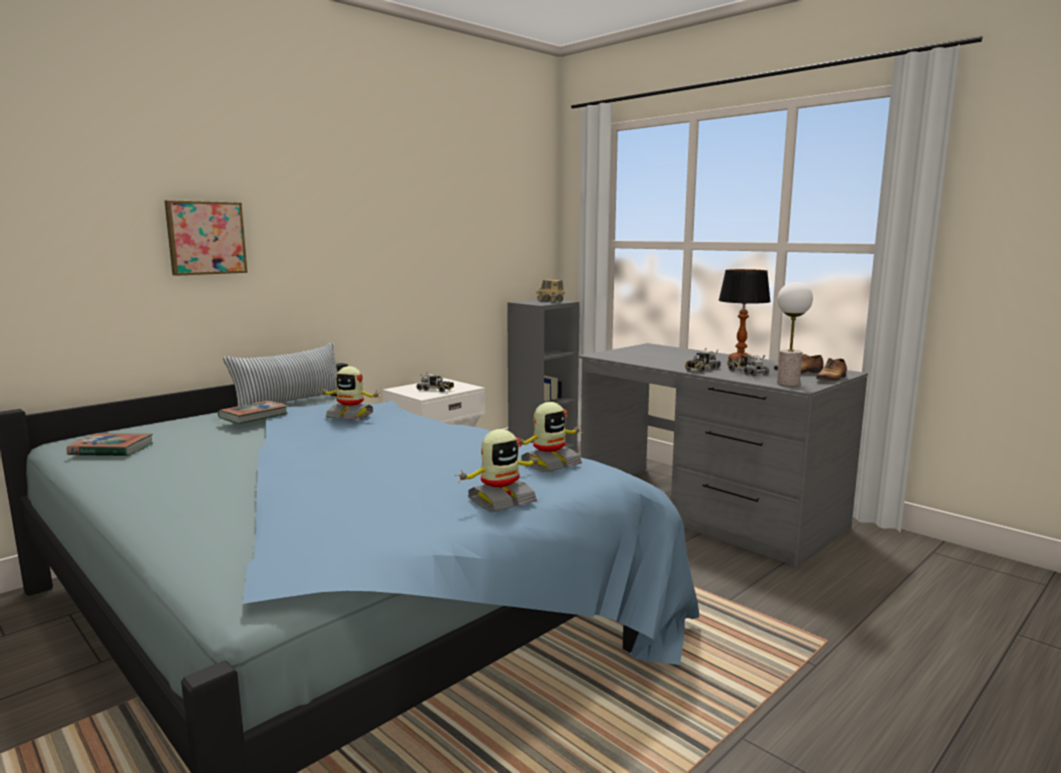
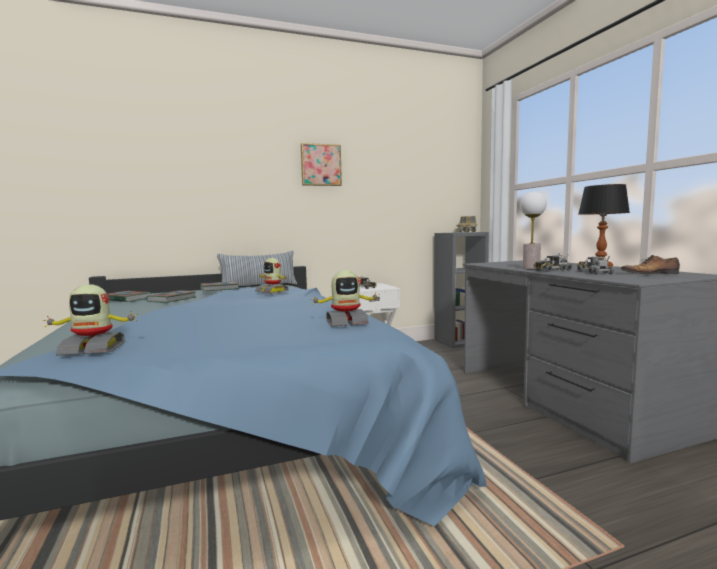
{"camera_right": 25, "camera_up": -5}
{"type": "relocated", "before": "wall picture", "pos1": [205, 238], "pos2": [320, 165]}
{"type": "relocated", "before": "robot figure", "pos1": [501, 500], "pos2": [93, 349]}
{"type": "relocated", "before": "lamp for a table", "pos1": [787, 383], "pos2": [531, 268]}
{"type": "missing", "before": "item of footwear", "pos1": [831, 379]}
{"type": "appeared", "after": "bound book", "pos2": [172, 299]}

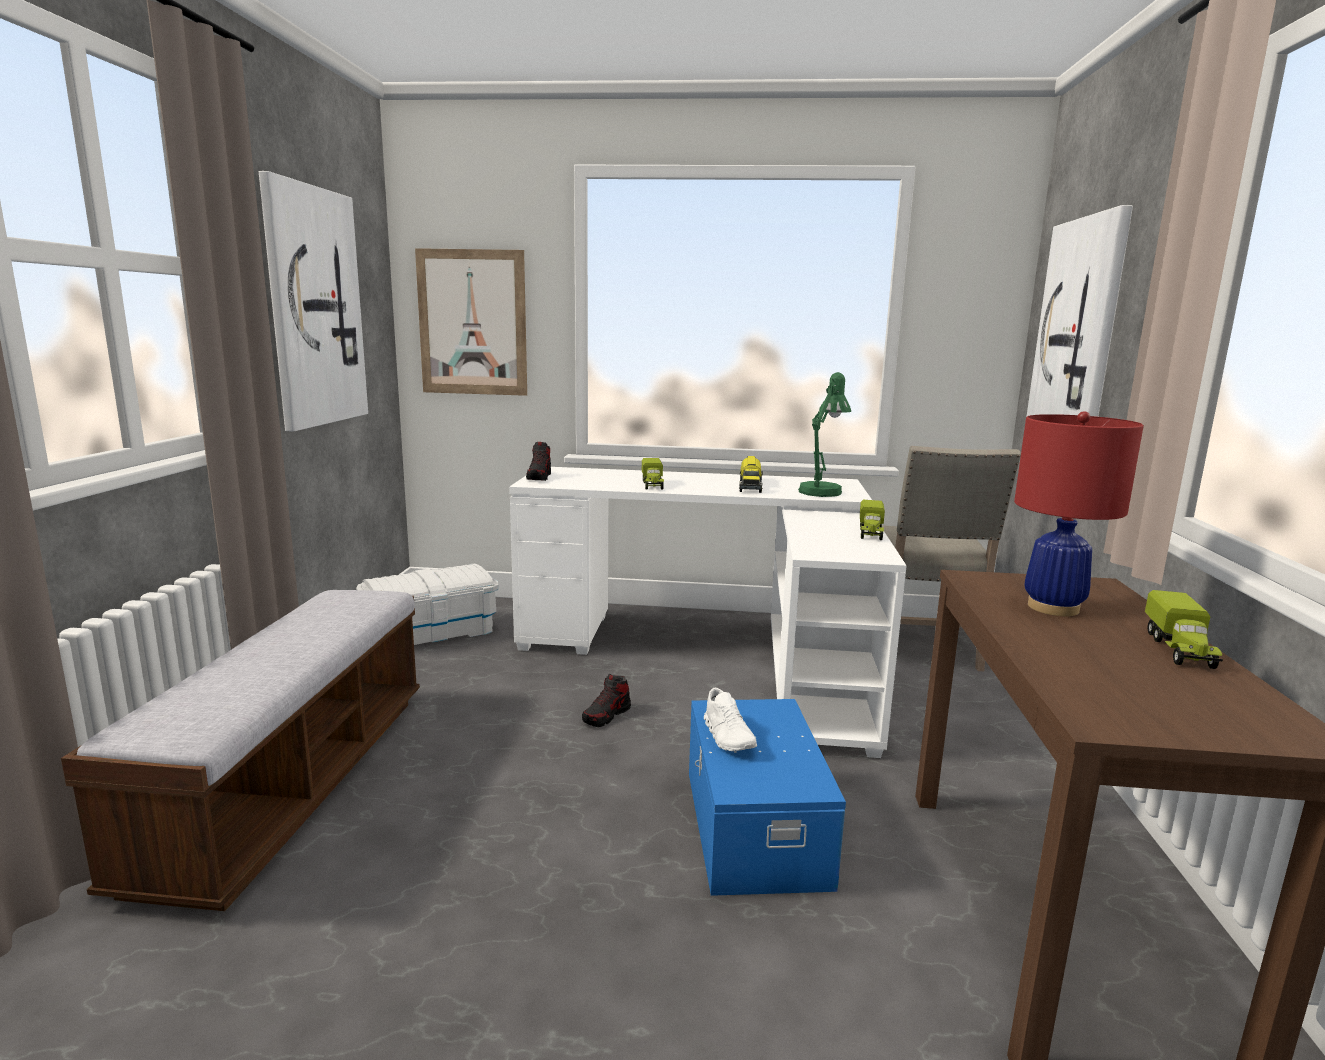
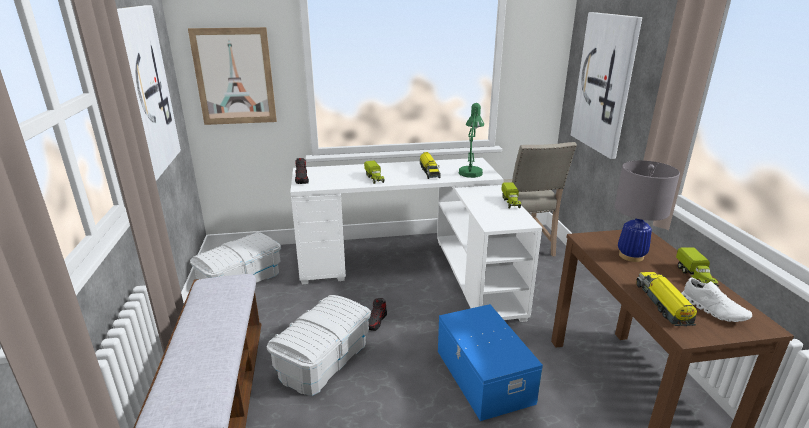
{"camera_right": -15, "camera_up": 10}
{"type": "relocated", "before": "white-coloured item of footwear", "pos1": [728, 737], "pos2": [713, 310]}
{"type": "colour", "before": "red lamp for a table", "after": "greyish lamp for a table", "pos1": [1052, 607], "pos2": [631, 256]}
{"type": "appeared", "after": "white-coloured storage bin", "pos2": [323, 360]}
{"type": "appeared", "after": "toy truck", "pos2": [663, 304]}

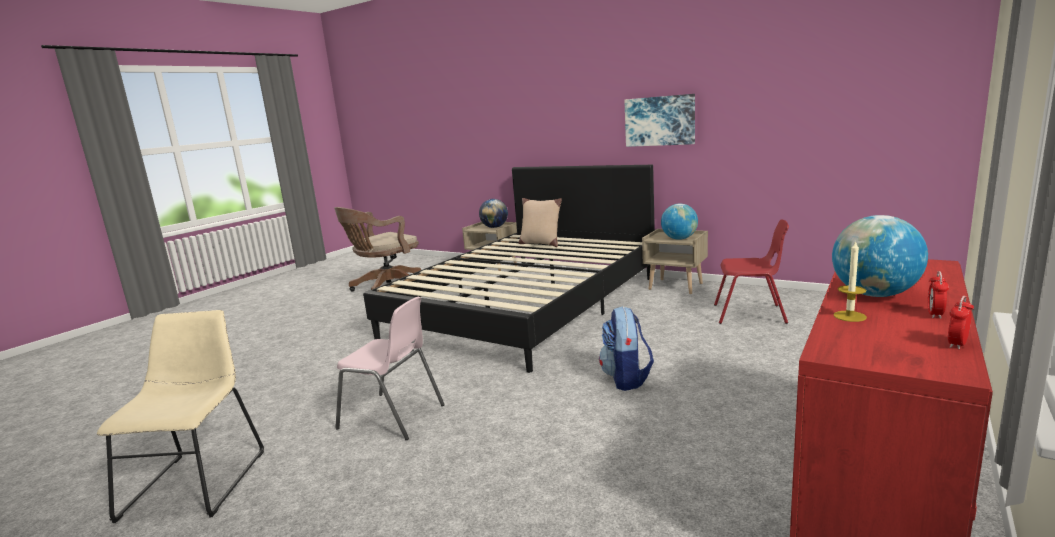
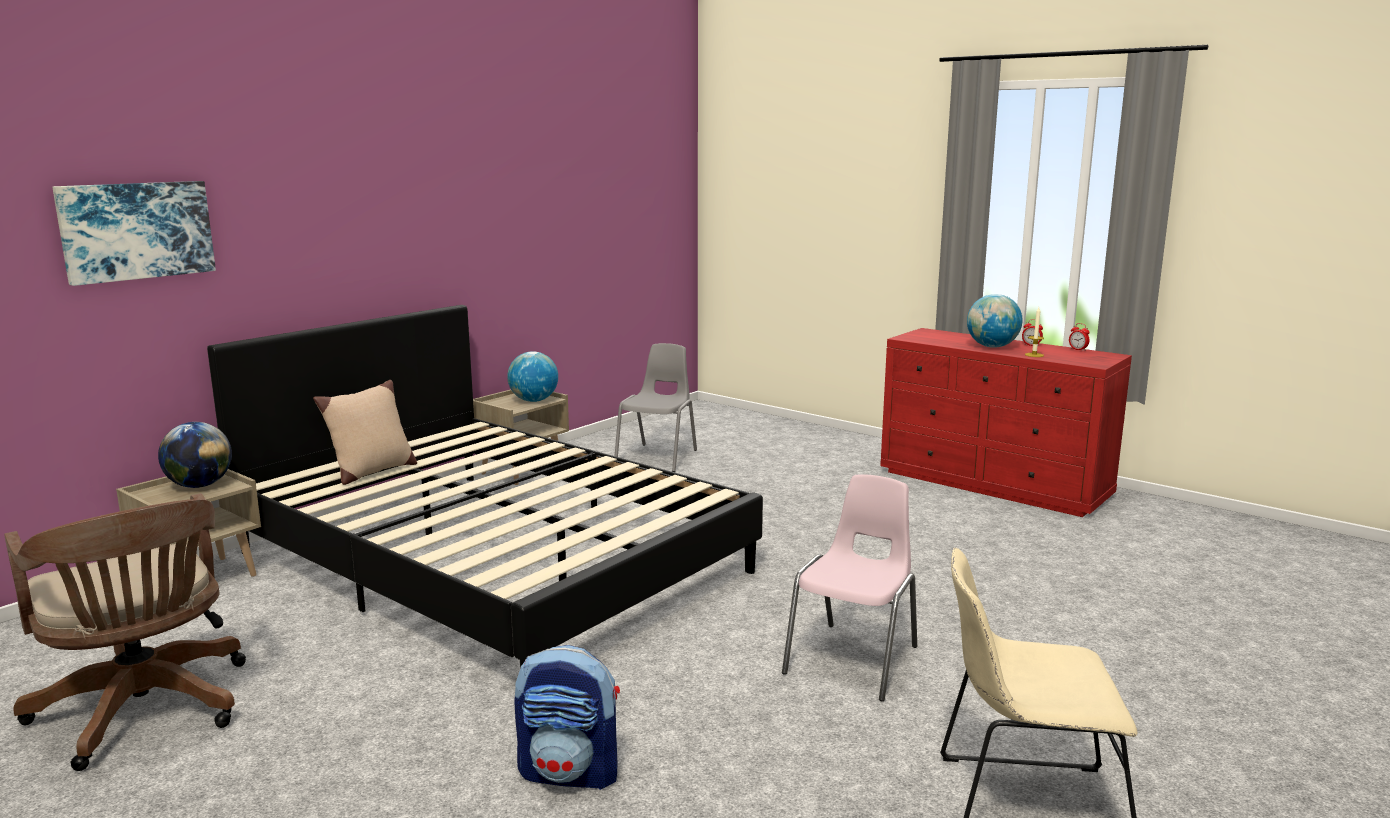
{"camera_right": -85, "camera_up": 0}
{"type": "relocated", "before": "knapsack", "pos1": [626, 379], "pos2": [571, 773]}
{"type": "relocated", "before": "wall picture", "pos1": [660, 121], "pos2": [136, 230]}
{"type": "colour", "before": "red chair", "after": "greyish chair", "pos1": [750, 314], "pos2": [658, 457]}

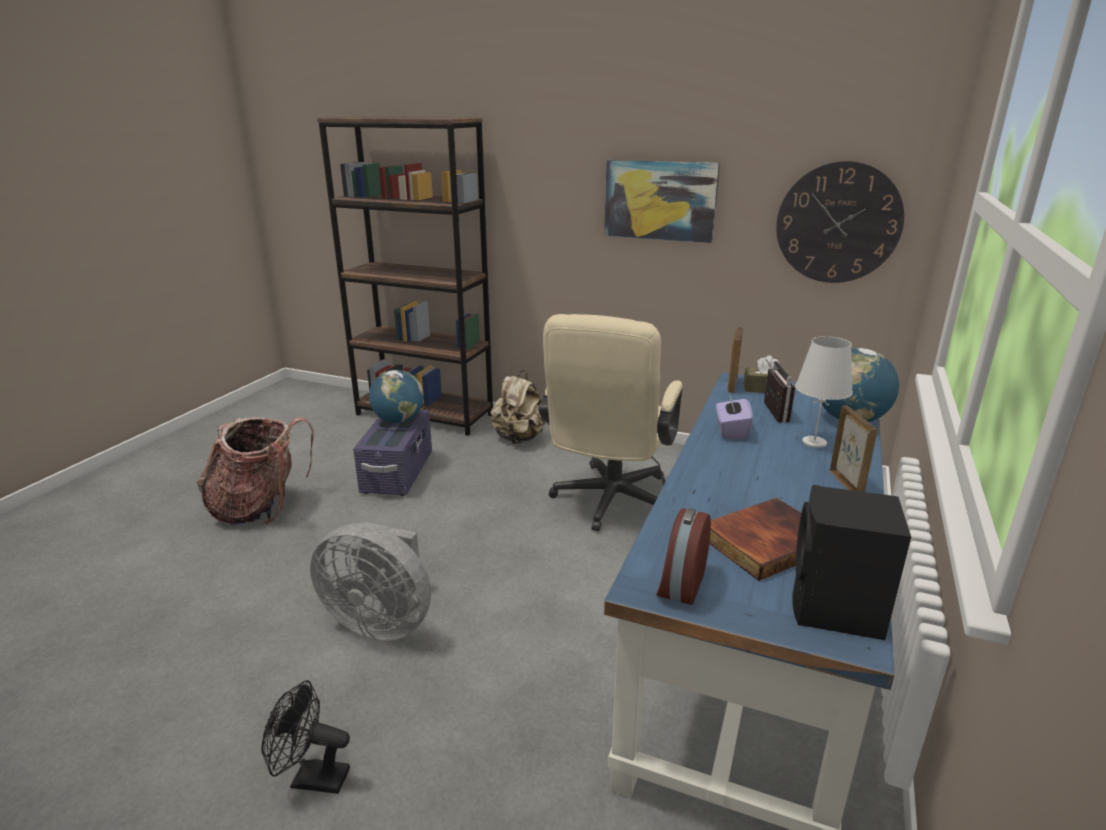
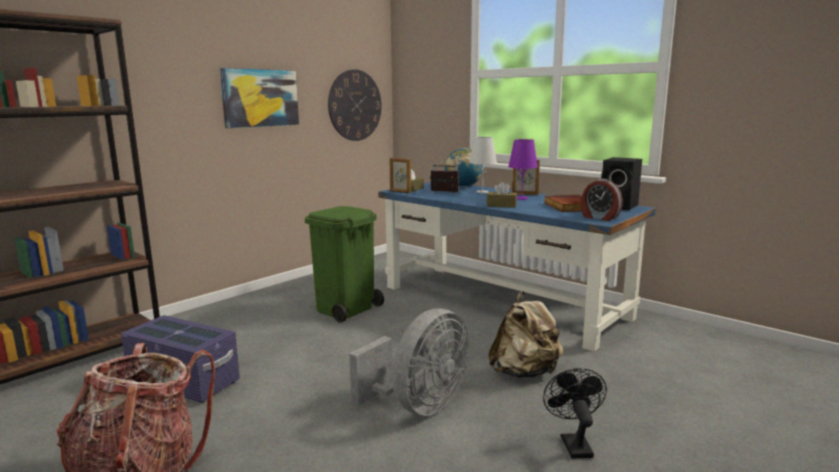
{"camera_right": -70, "camera_up": -10}
{"type": "spun", "before": "black-coloured cooling fan", "pos1": [311, 778], "pos2": [573, 443], "turn": 150}
{"type": "missing", "before": "world globe", "pos1": [398, 420]}
{"type": "relocated", "before": "beige knapsack", "pos1": [518, 438], "pos2": [525, 373]}
{"type": "exchanged", "before": "beige computer chair", "after": "green-coloured trash can", "pos1": [609, 503], "pos2": [345, 309]}
{"type": "missing", "before": "purple box of tissues", "pos1": [731, 431]}
{"type": "appeared", "after": "brown box of tissues", "pos2": [501, 205]}
{"type": "appeared", "after": "purple lamp for a table", "pos2": [521, 198]}

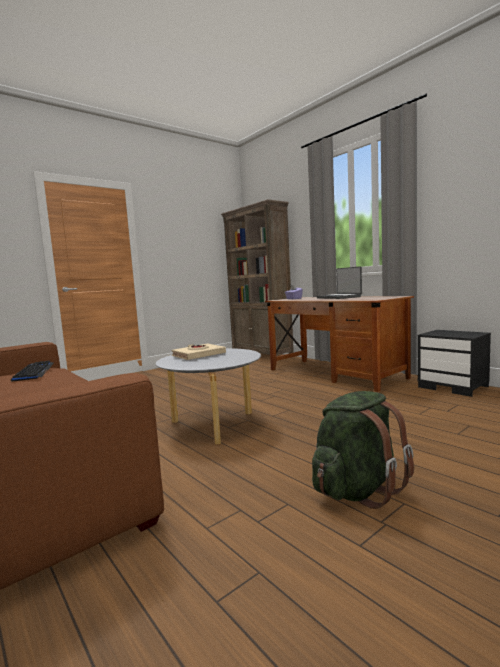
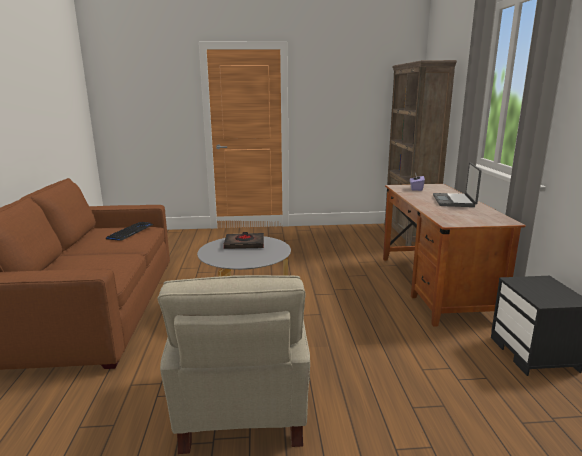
{"camera_right": 35, "camera_up": 10}
{"type": "colour", "before": "beige bound book", "after": "black-coloured bound book", "pos1": [198, 355], "pos2": [244, 244]}
{"type": "exchanged", "before": "green-coloured knapsack", "after": "beige lounge chair", "pos1": [357, 489], "pos2": [241, 409]}

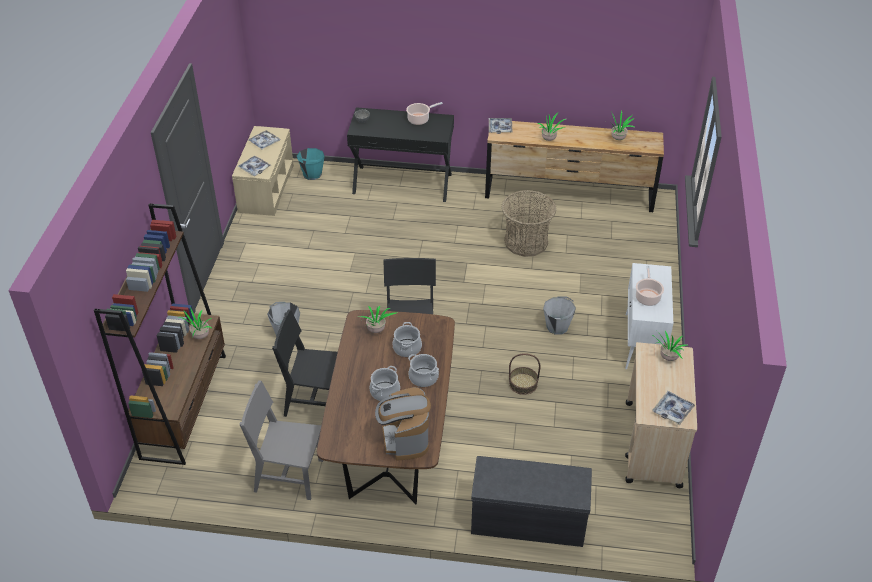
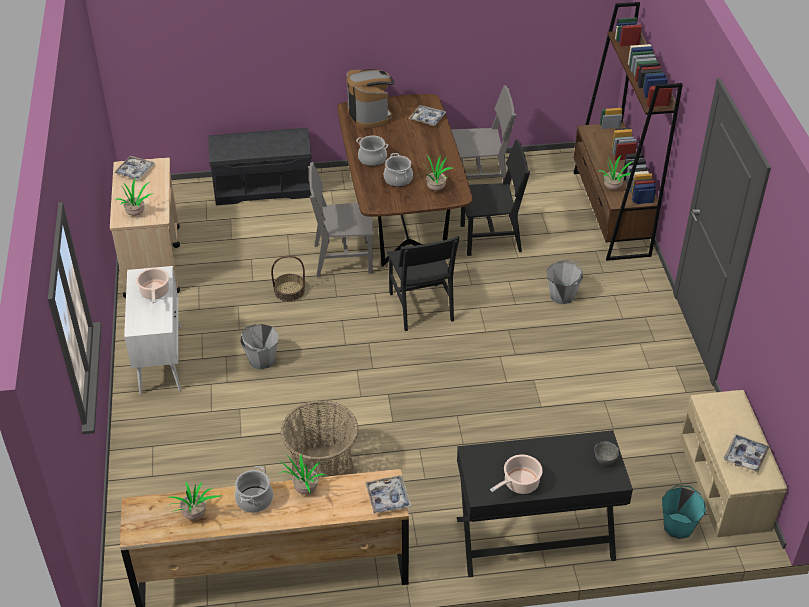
{"camera_right": 165, "camera_up": 0}
{"type": "relocated", "before": "carrying tray", "pos1": [254, 168], "pos2": [427, 119]}
{"type": "relocated", "before": "saucepot", "pos1": [385, 392], "pos2": [254, 499]}
{"type": "appeared", "after": "greyish chair", "pos2": [343, 259]}

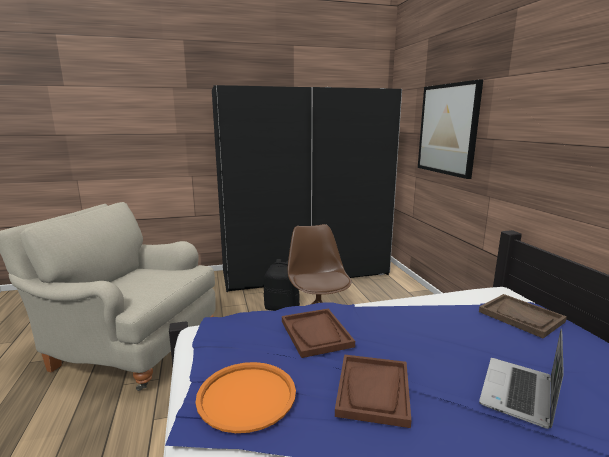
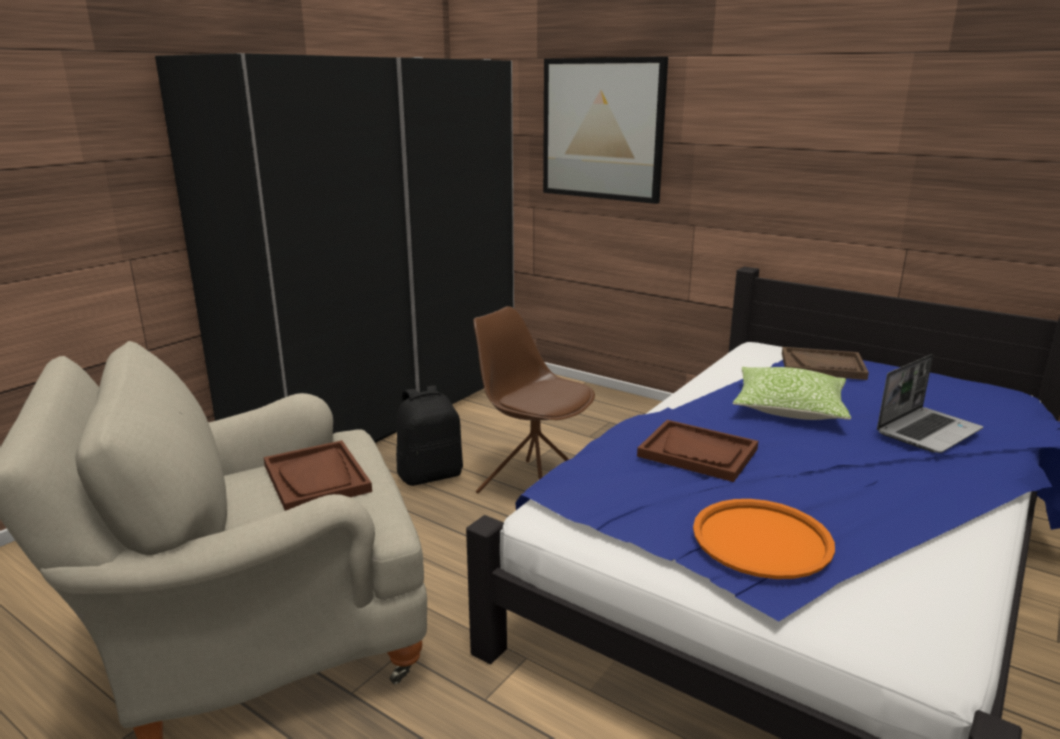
{"camera_right": -40, "camera_up": 5}
{"type": "relocated", "before": "brown carrying tray", "pos1": [373, 390], "pos2": [317, 478]}
{"type": "spun", "before": "portable computer", "pos1": [519, 393], "pos2": [928, 431], "turn": -120}
{"type": "appeared", "after": "pillow", "pos2": [789, 408]}

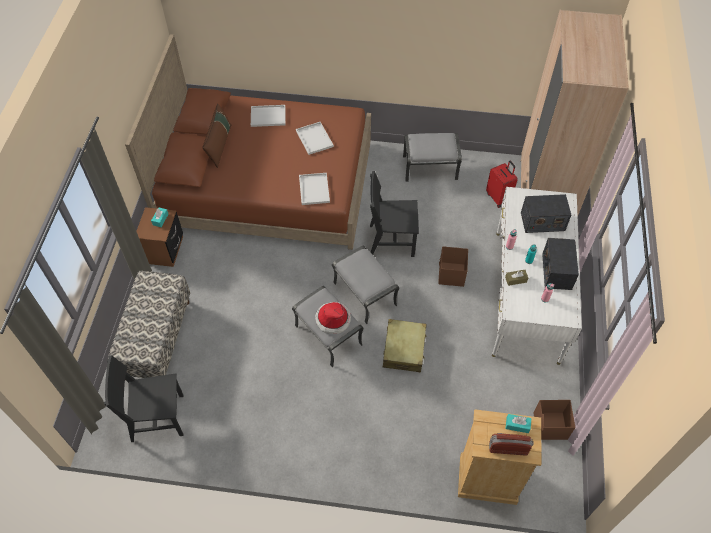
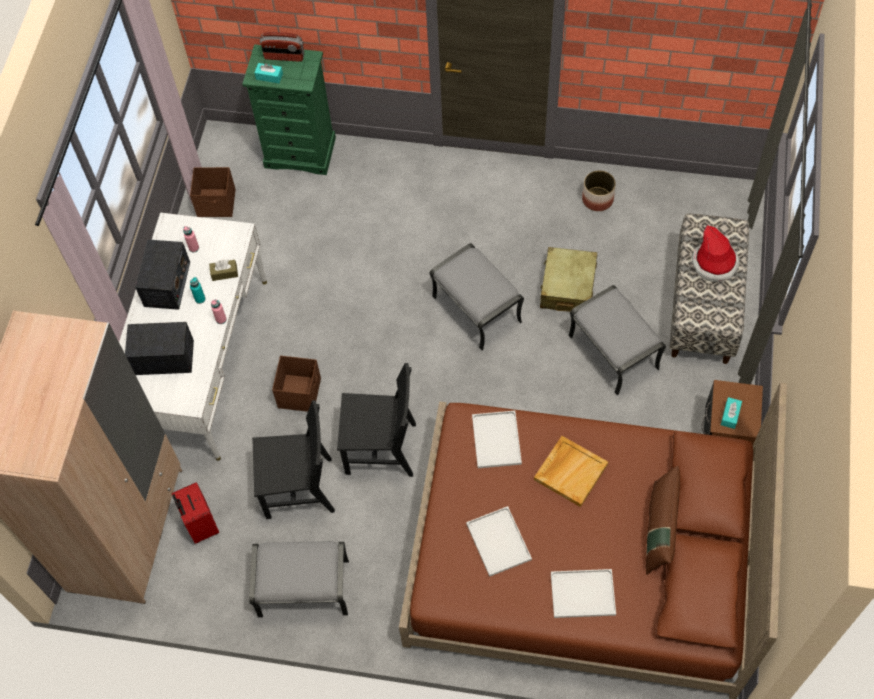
{"camera_right": -175, "camera_up": 5}
{"type": "relocated", "before": "black-coloured chair", "pos1": [157, 417], "pos2": [299, 488]}
{"type": "relocated", "before": "wearable hat", "pos1": [333, 319], "pos2": [714, 263]}
{"type": "relocated", "before": "greyish footrest", "pos1": [364, 294], "pos2": [614, 352]}
{"type": "relocated", "before": "beige travel case", "pos1": [404, 349], "pos2": [567, 287]}
{"type": "colour", "before": "beige dresser", "after": "green-coloured dresser", "pos1": [487, 480], "pos2": [300, 152]}
{"type": "appeared", "after": "beige carrying tray", "pos2": [570, 471]}
{"type": "appeared", "after": "planter", "pos2": [597, 199]}

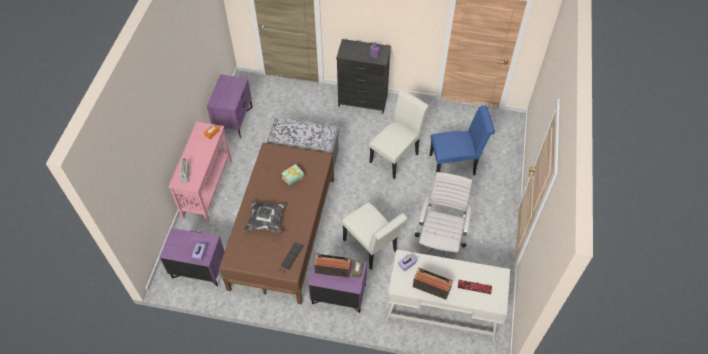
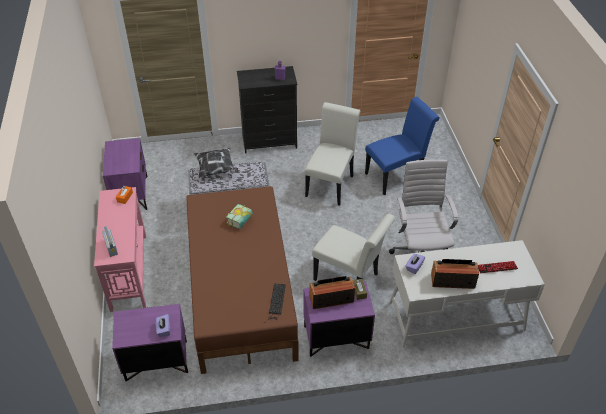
{"camera_right": -20, "camera_up": -10}
{"type": "relocated", "before": "pillow", "pos1": [266, 222], "pos2": [216, 169]}

